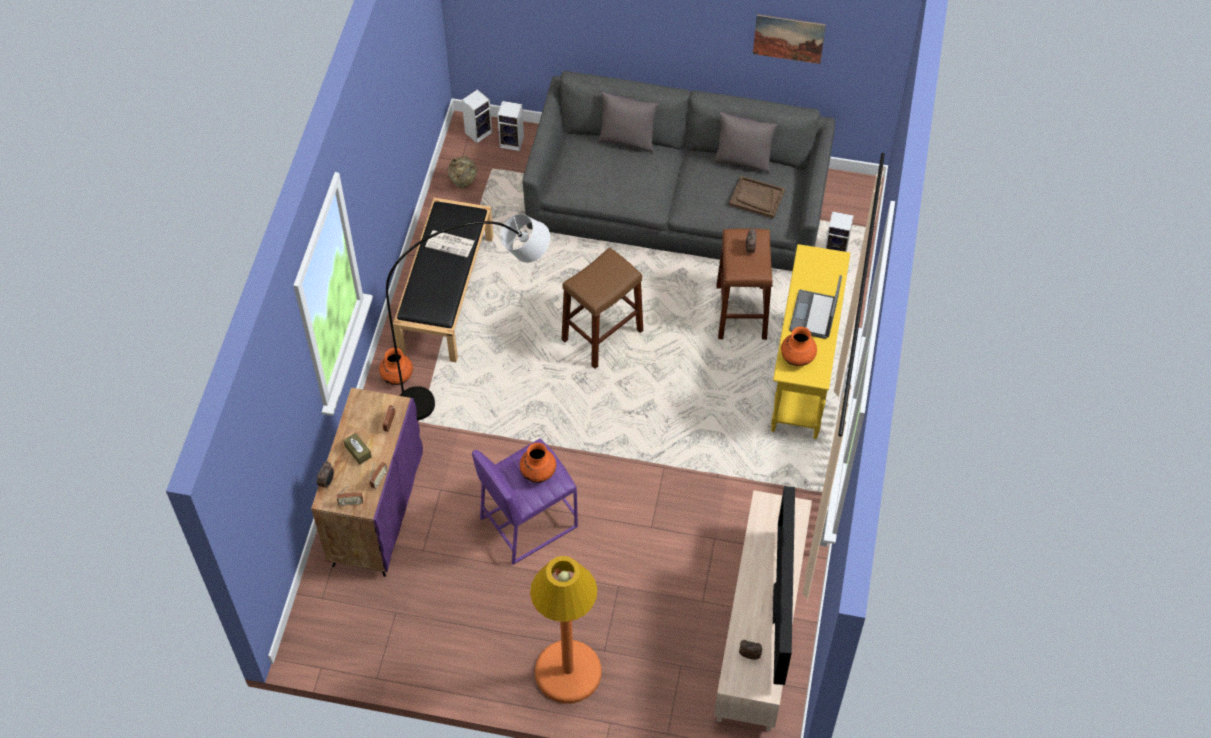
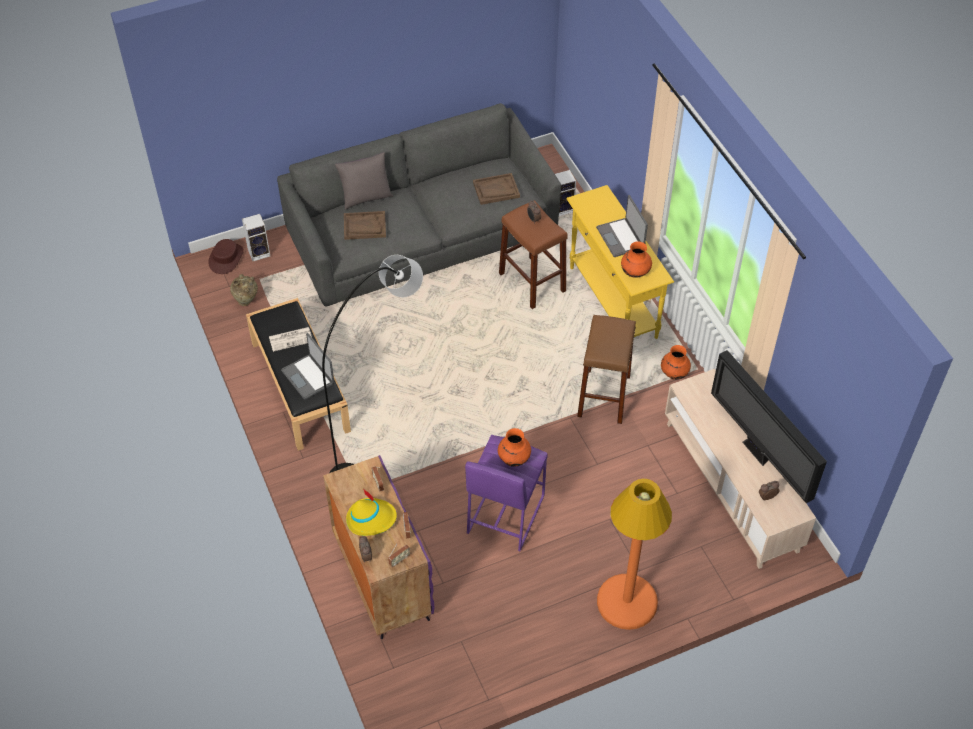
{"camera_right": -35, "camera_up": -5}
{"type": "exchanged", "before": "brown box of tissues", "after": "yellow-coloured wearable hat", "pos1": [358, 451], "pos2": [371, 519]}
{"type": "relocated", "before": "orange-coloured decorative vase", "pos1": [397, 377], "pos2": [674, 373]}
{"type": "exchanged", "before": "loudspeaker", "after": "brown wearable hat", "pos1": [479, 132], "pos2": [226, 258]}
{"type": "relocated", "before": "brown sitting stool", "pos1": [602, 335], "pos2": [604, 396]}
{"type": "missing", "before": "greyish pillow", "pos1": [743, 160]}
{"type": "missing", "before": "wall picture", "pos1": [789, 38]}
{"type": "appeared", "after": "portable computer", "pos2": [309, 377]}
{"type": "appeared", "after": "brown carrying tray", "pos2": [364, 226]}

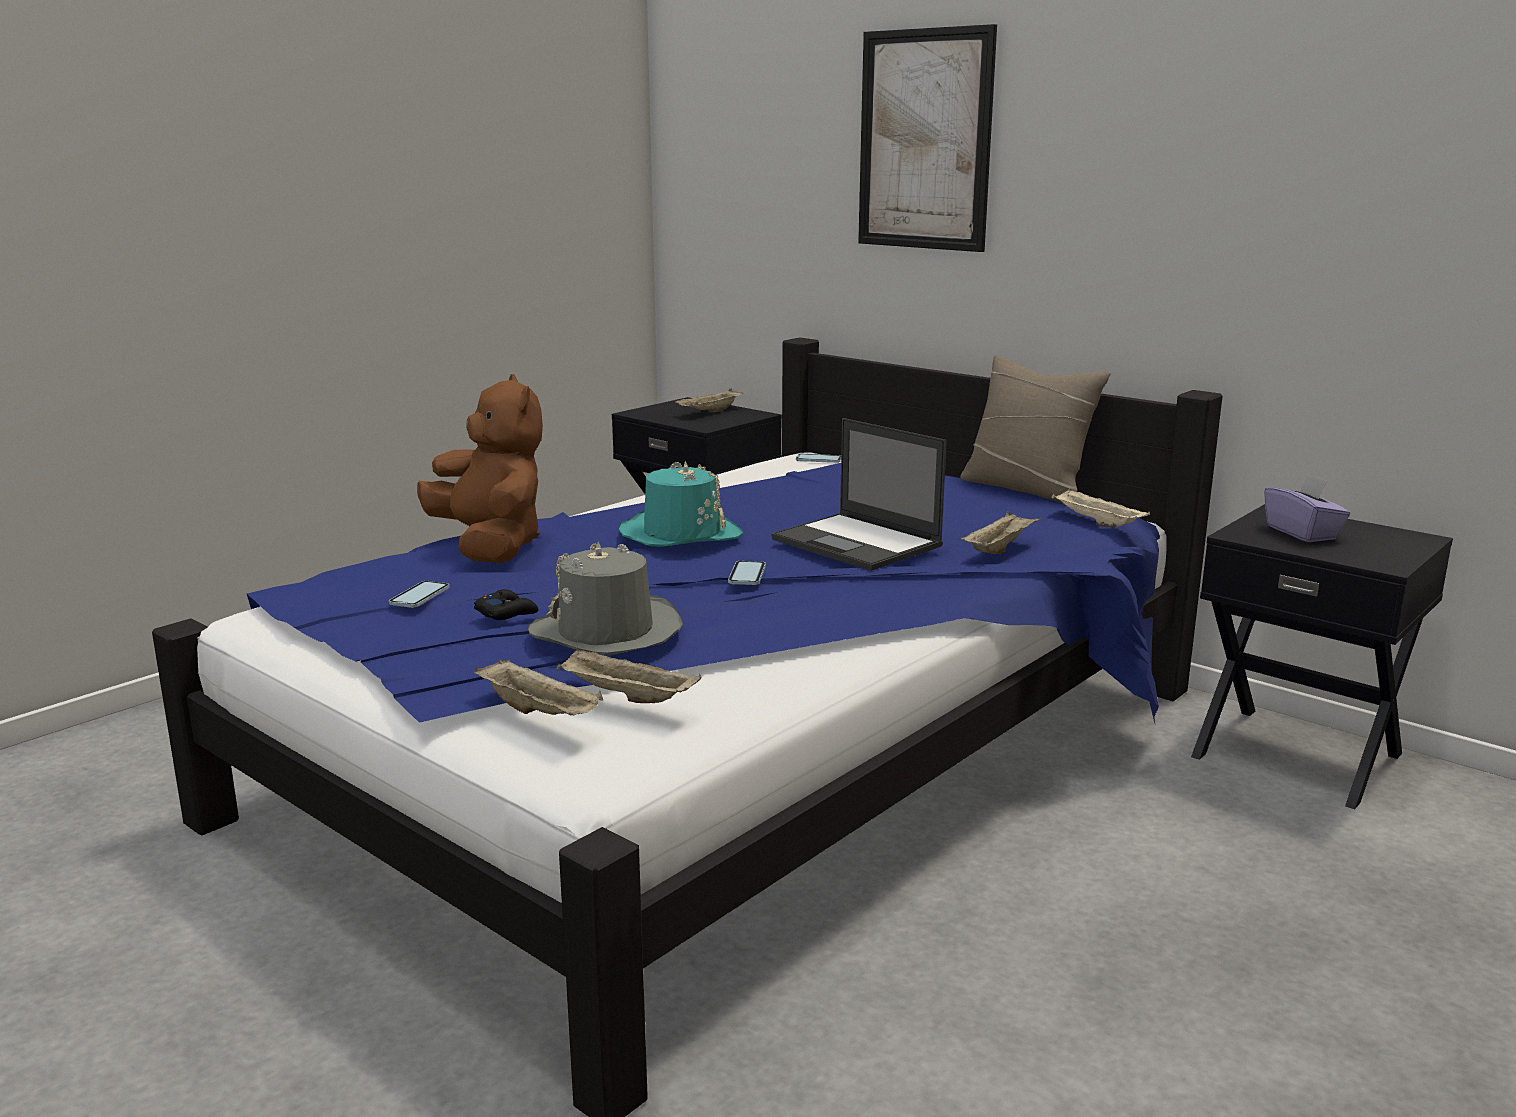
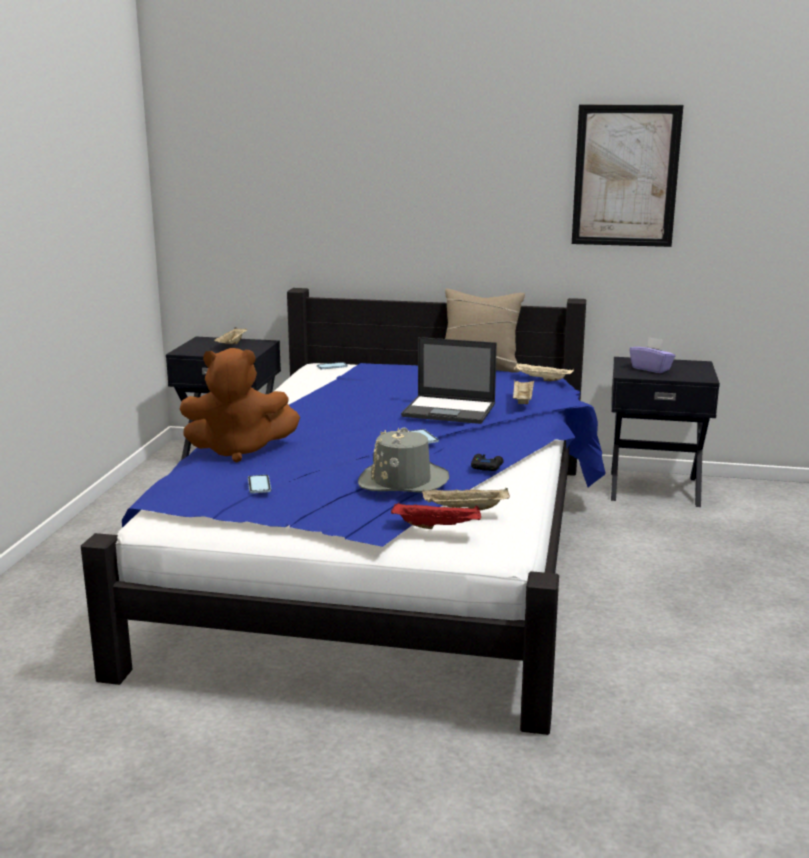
{"camera_right": -30, "camera_up": 0}
{"type": "spun", "before": "brown soft toy", "pos1": [491, 546], "pos2": [238, 450], "turn": 150}
{"type": "relocated", "before": "black-coloured gamepad", "pos1": [506, 613], "pos2": [486, 467]}
{"type": "colour", "before": "beige carrying tray", "after": "red carrying tray", "pos1": [541, 712], "pos2": [438, 526]}
{"type": "missing", "before": "turquoise-coloured wearable hat", "pos1": [680, 533]}
{"type": "relocated", "before": "wall picture", "pos1": [924, 140], "pos2": [625, 176]}

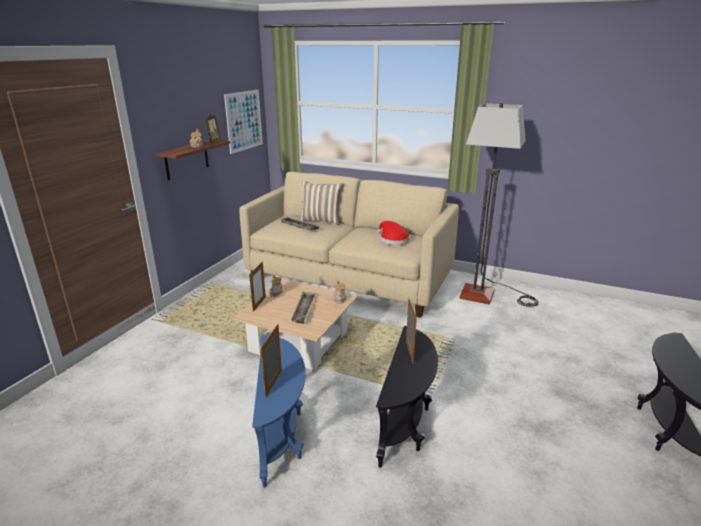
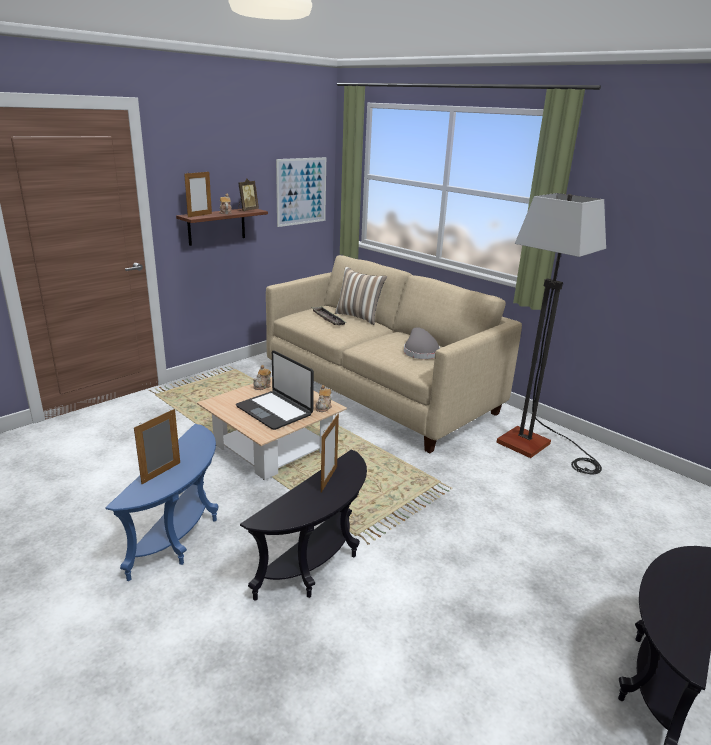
{"camera_right": 20, "camera_up": 0}
{"type": "relocated", "before": "picture frame", "pos1": [259, 304], "pos2": [200, 215]}
{"type": "exchanged", "before": "carrying tray", "after": "portable computer", "pos1": [304, 310], "pos2": [275, 410]}
{"type": "colour", "before": "red wearable hat", "after": "greyish wearable hat", "pos1": [392, 240], "pos2": [420, 352]}

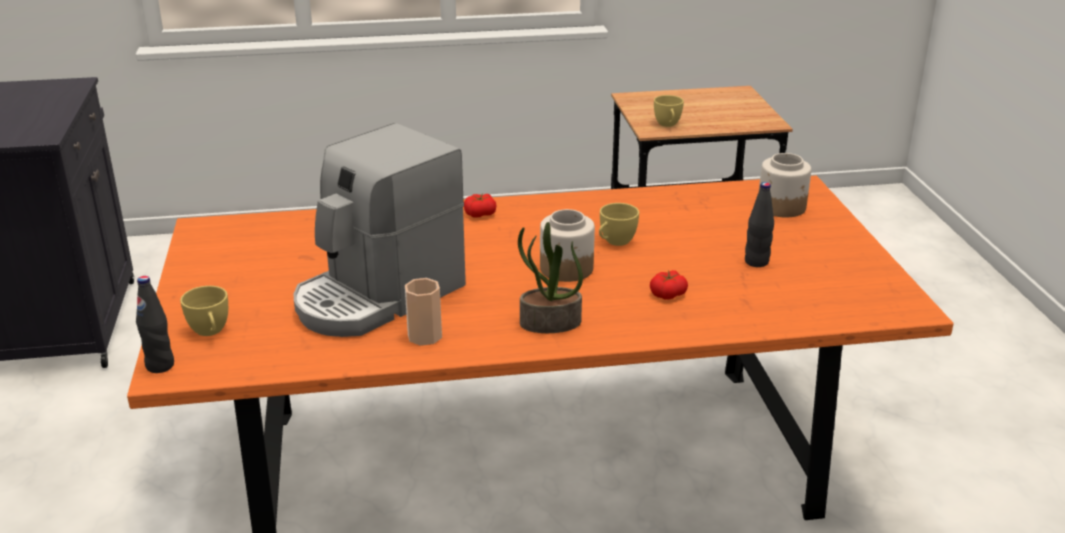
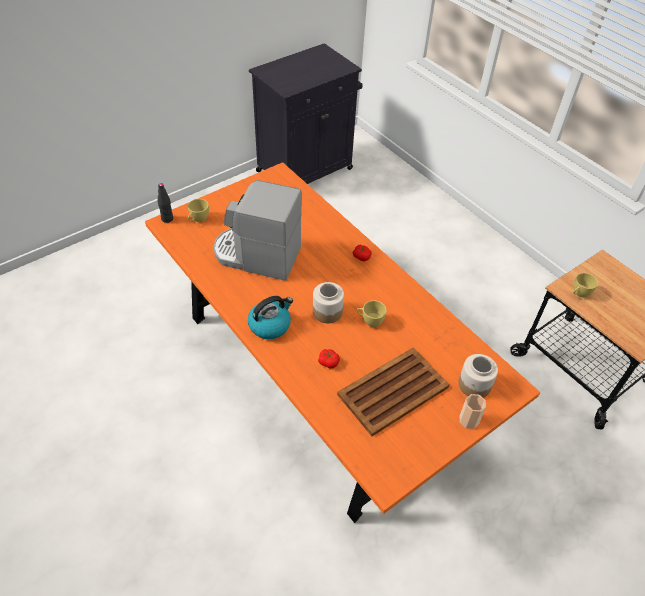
{"camera_right": 60, "camera_up": 20}
{"type": "relocated", "before": "drinking cup", "pos1": [425, 336], "pos2": [469, 420]}
{"type": "exchanged", "before": "plant in a pot", "after": "water kettle", "pos1": [549, 323], "pos2": [270, 325]}
{"type": "exchanged", "before": "black-coloured drink bottle", "after": "brown carrying tray", "pos1": [756, 262], "pos2": [392, 391]}

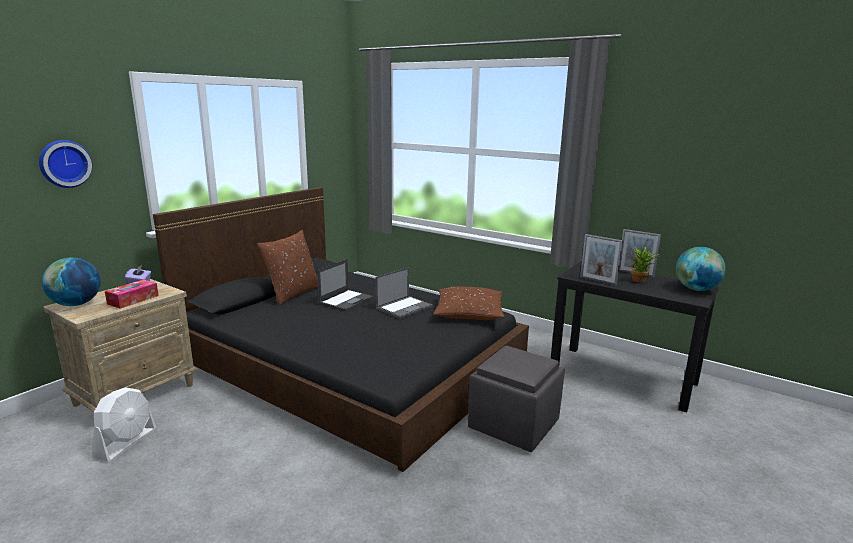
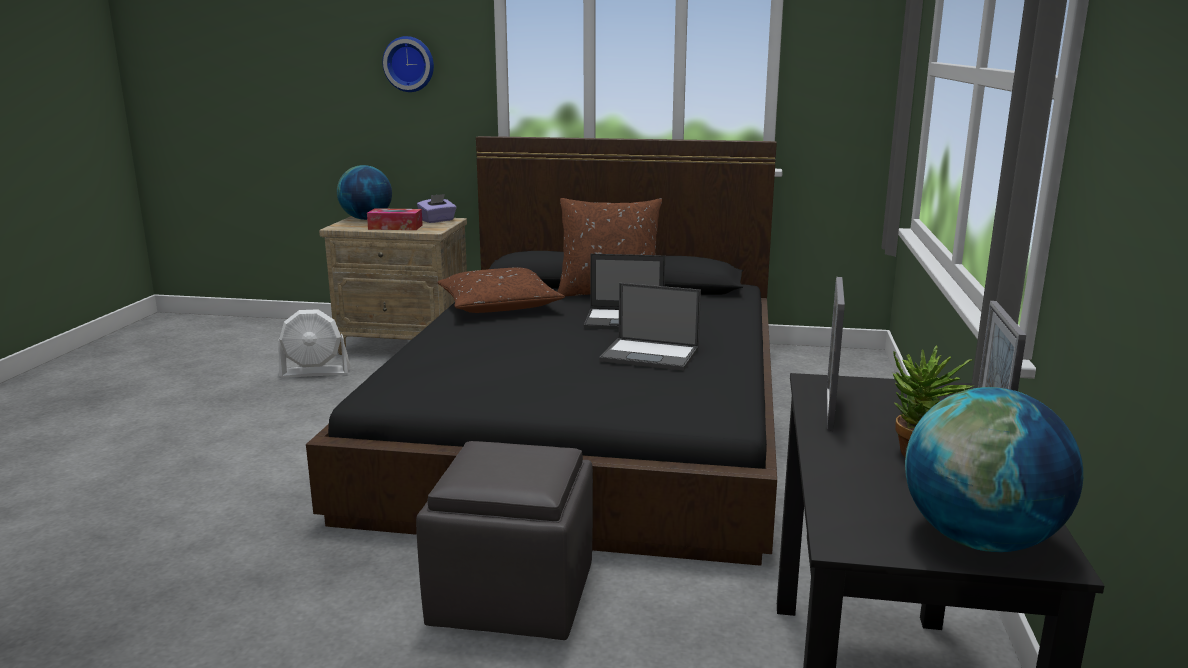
{"camera_right": 65, "camera_up": 0}
{"type": "relocated", "before": "brown pillow", "pos1": [469, 312], "pos2": [499, 305]}

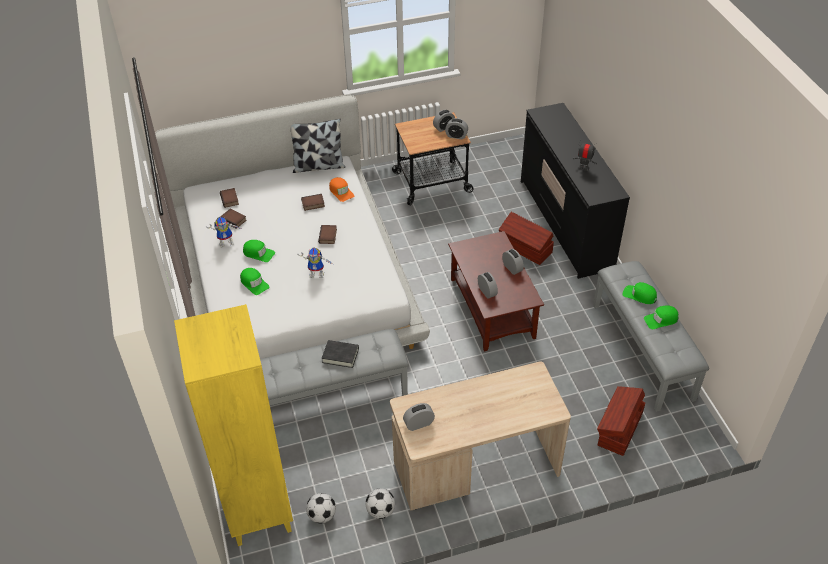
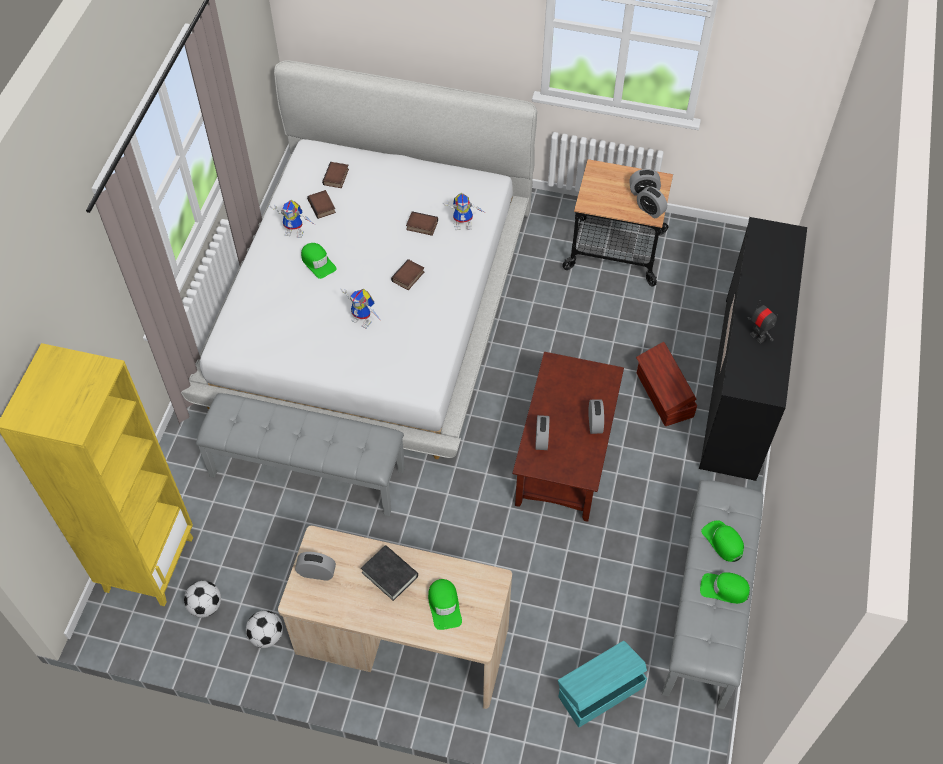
{"camera_right": 30, "camera_up": 10}
{"type": "relocated", "before": "green-coloured peaked cap", "pos1": [254, 283], "pos2": [444, 605]}
{"type": "missing", "before": "pillow", "pos1": [318, 166]}
{"type": "relocated", "before": "black-coloured bound book", "pos1": [340, 355], "pos2": [390, 574]}
{"type": "exchanged", "before": "orange-coloured peaked cap", "after": "robot figure", "pos1": [341, 192], "pos2": [464, 224]}
{"type": "colour", "before": "brown storage bin", "after": "turquoise-coloured storage bin", "pos1": [619, 429], "pos2": [599, 691]}

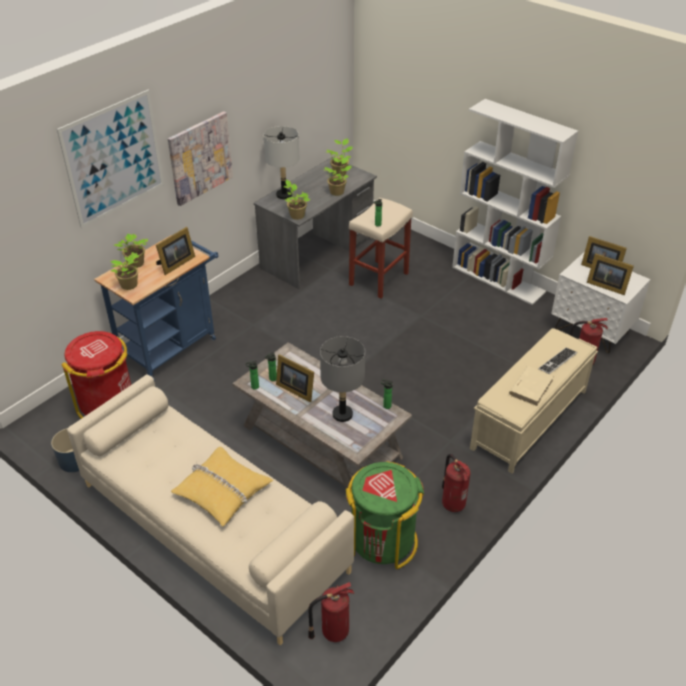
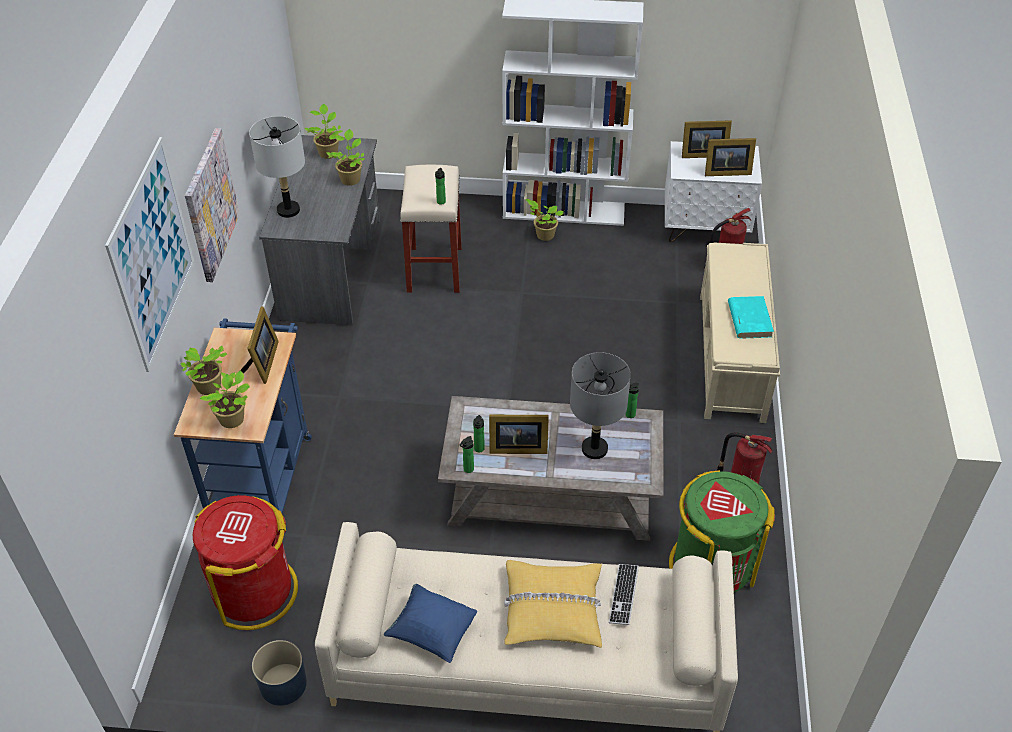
{"camera_right": -35, "camera_up": 5}
{"type": "relocated", "before": "plant in a pot", "pos1": [296, 215], "pos2": [543, 235]}
{"type": "missing", "before": "extinguisher", "pos1": [333, 632]}
{"type": "colour", "before": "beige bound book", "after": "turquoise-coloured bound book", "pos1": [531, 387], "pos2": [749, 319]}
{"type": "relocated", "before": "computer keyboard", "pos1": [557, 361], "pos2": [623, 595]}
{"type": "appeared", "after": "blue pillow", "pos2": [432, 632]}

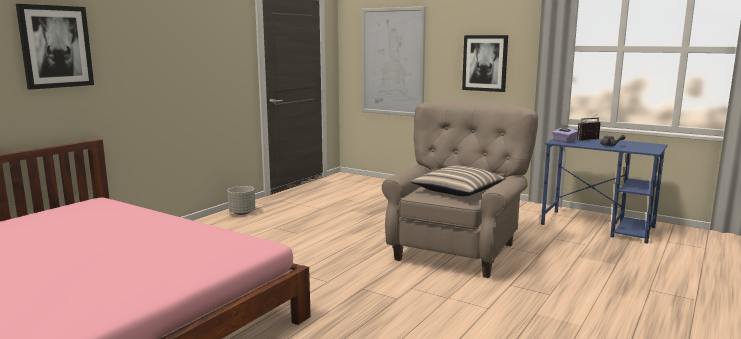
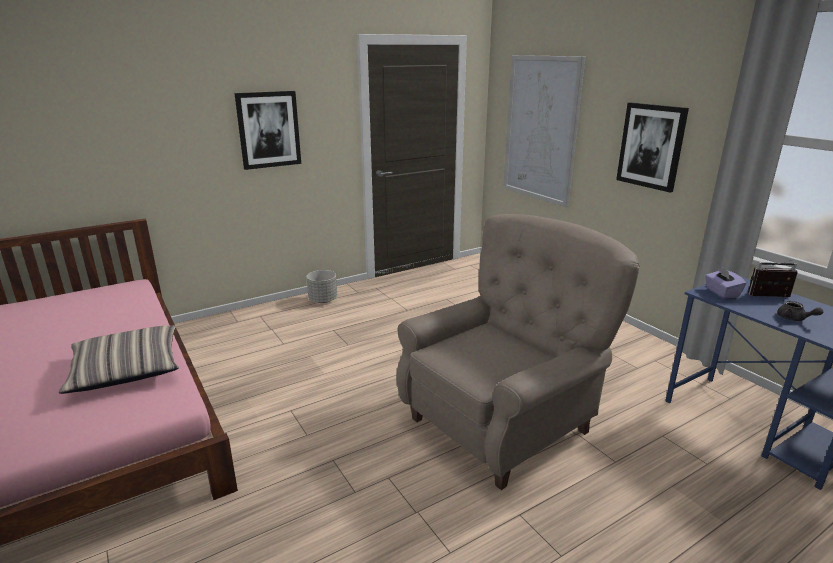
{"camera_right": 25, "camera_up": 10}
{"type": "relocated", "before": "wall picture", "pos1": [56, 46], "pos2": [268, 129]}
{"type": "relocated", "before": "pillow", "pos1": [458, 190], "pos2": [126, 369]}

